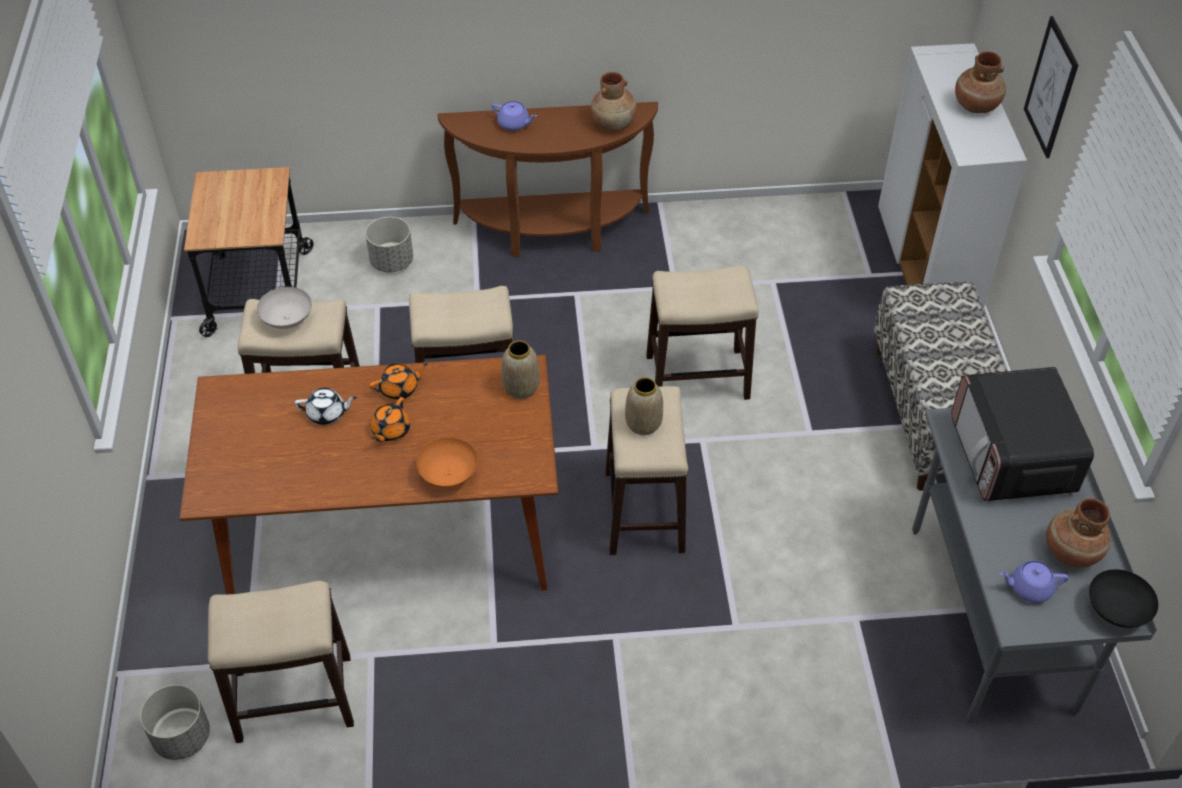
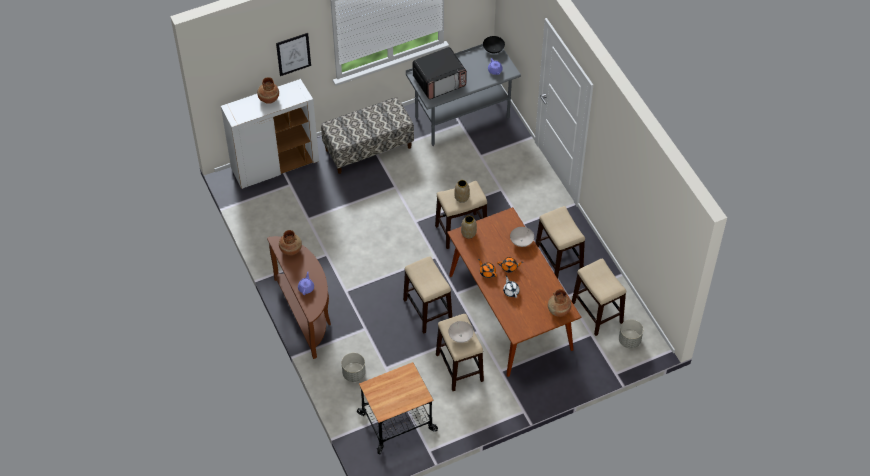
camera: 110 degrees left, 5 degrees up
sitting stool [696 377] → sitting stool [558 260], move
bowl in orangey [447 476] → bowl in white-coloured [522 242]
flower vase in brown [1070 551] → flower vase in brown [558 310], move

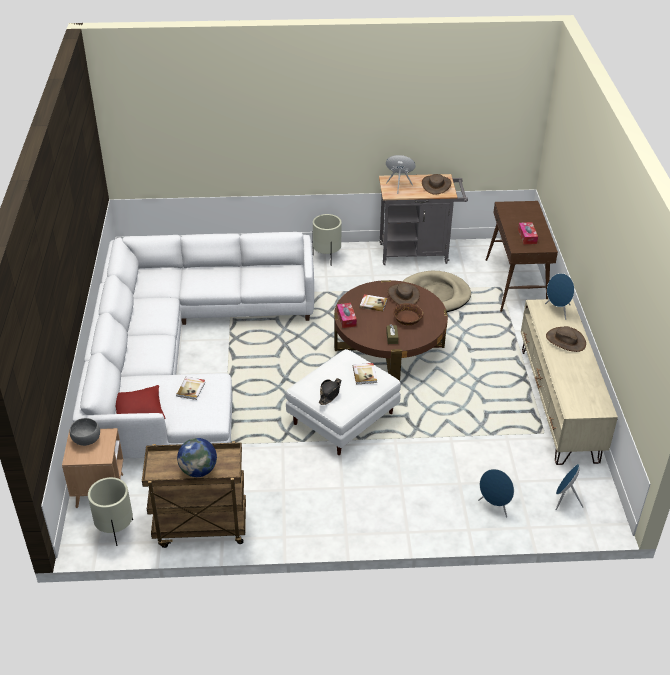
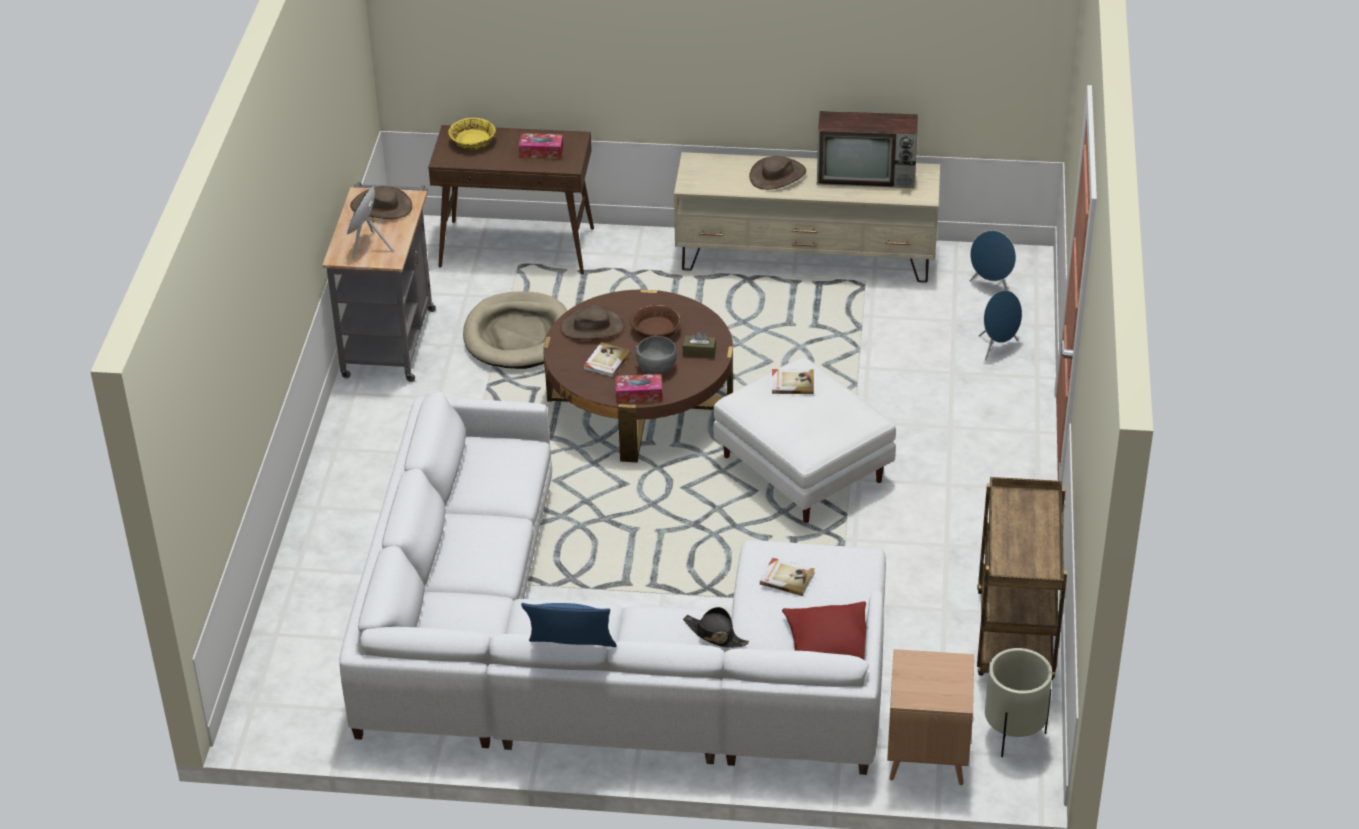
camera: 80 degrees left, 0 degrees up
plant pot in sand-coloured [327 257] → -
audio speaker in bluish [557 310] → -
clothing hat in black [330 393] → clothing hat in black [715 634], move
bowl in gray [87 440] → bowl in gray [656 367], move
globe [198 470] → -
- → TV [868 176]
- → bowl in yellowish [473 141]
- → pillow in bluish [571 652]

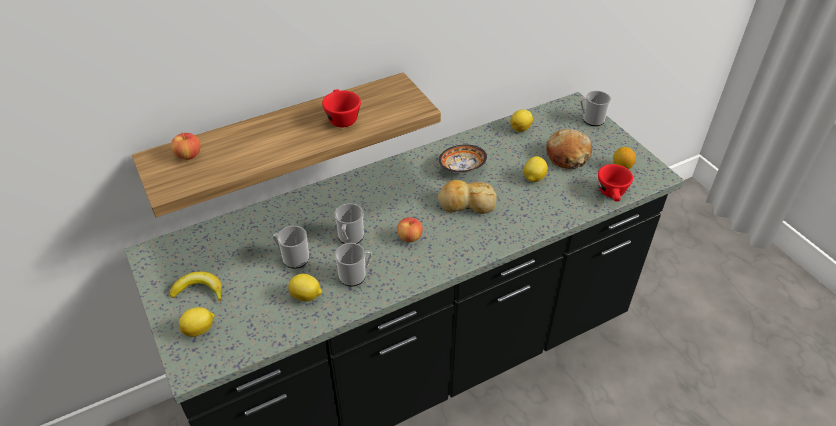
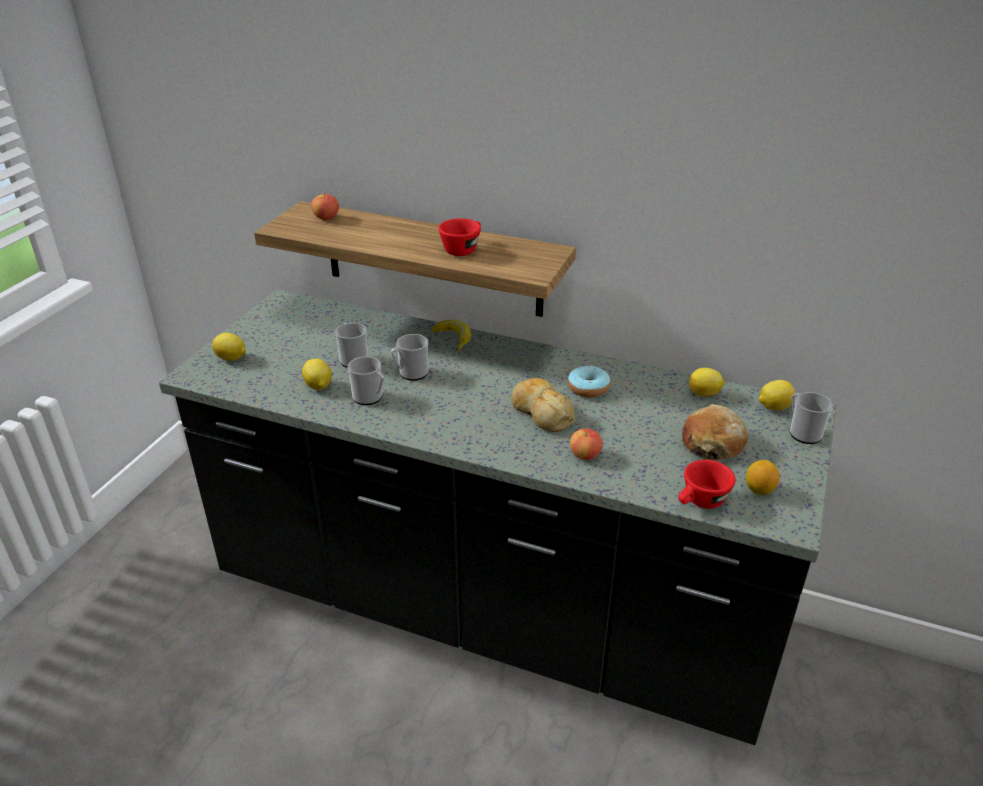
camera: 50 degrees right, 10 degrees down
bowl [463 168] → donut [588 388]
lemon [533 178] → lemon [773 407], move
apple [409 237] → apple [585 455], move
whole banana [199 291] → whole banana [453 338], move

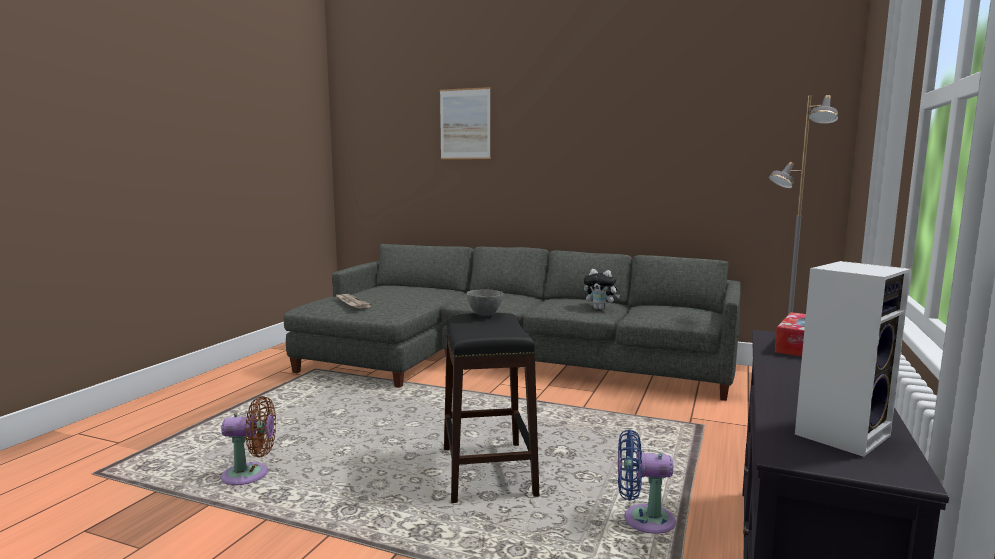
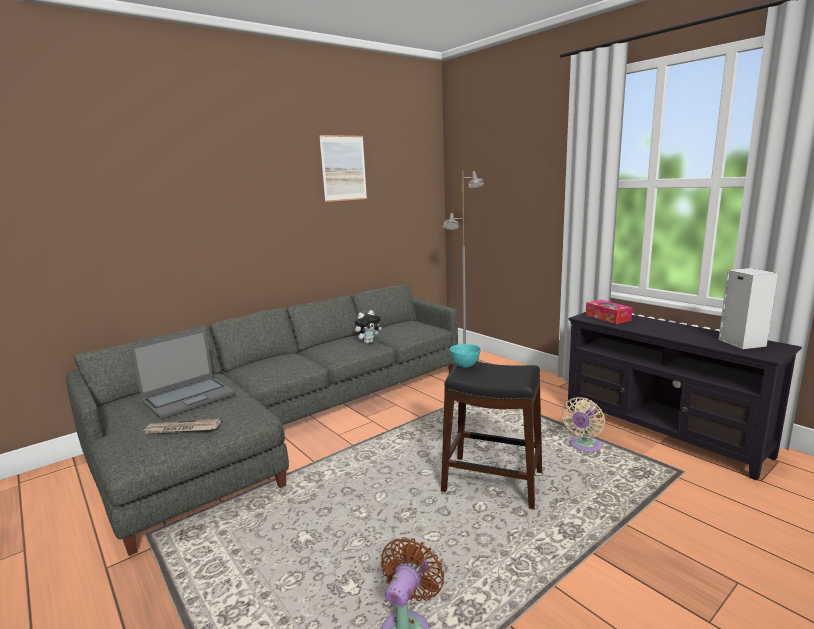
camera: 60 degrees left, 5 degrees up
wall art [465 124] → wall art [343 168], move
bowl in gray [484 314] → bowl in turquoise-coloured [464 366]
fan in bluish [643 520] → fan in sand-coloured [584 446]
- → portable computer [188 398]

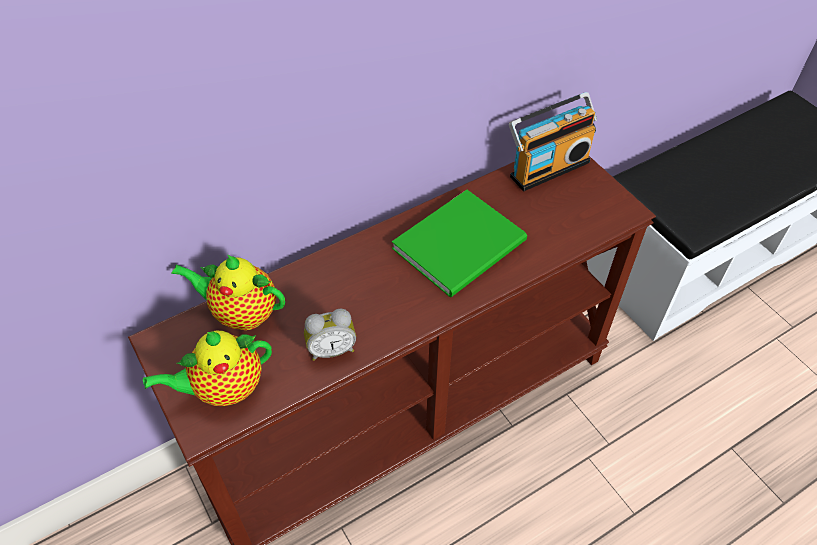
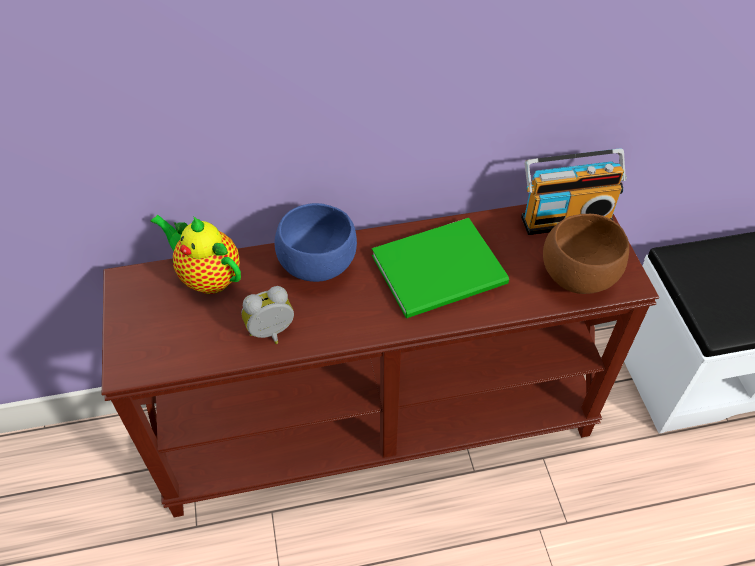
camera: 20 degrees right, 0 degrees up
bedside clock [331 349] → bedside clock [272 334], 150 degrees clockwise
pot for tea [224 389] → -
- → bowl in bluish [318 264]
- → bowl in brown [576 275]

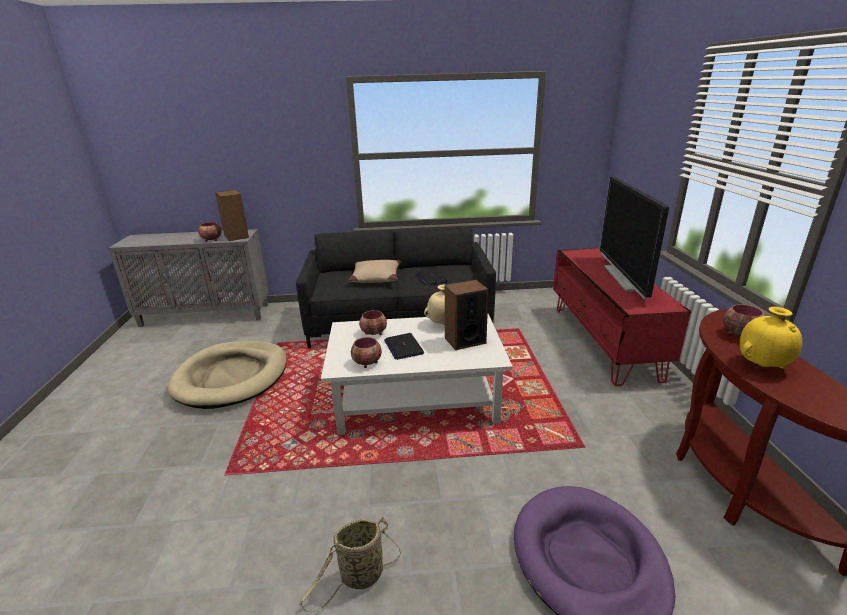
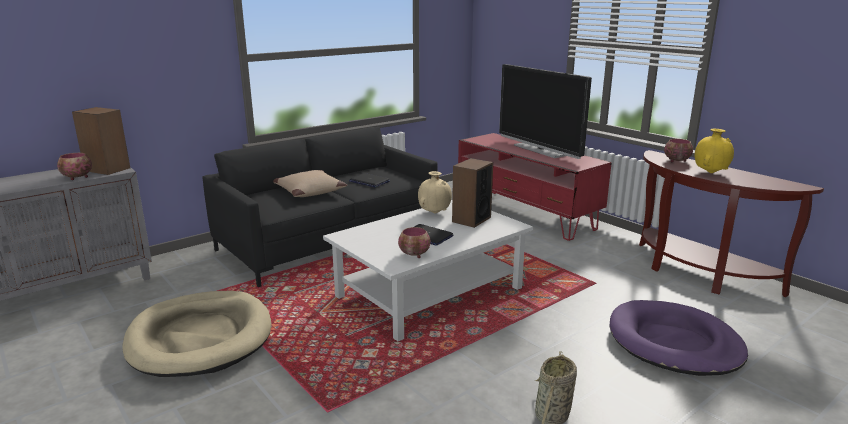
camera: 35 degrees left, 5 degrees down
bowl [374 333] → -

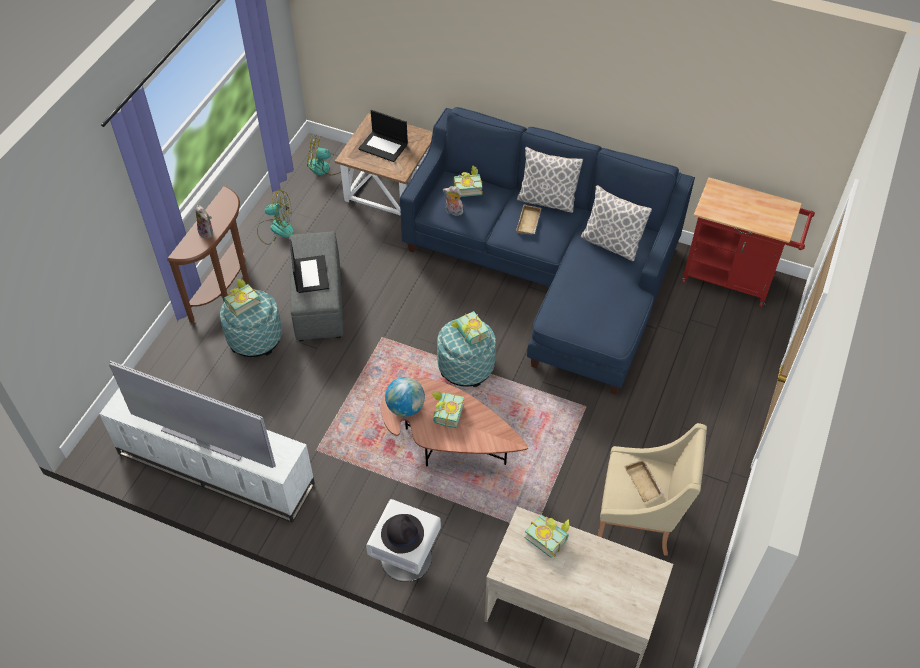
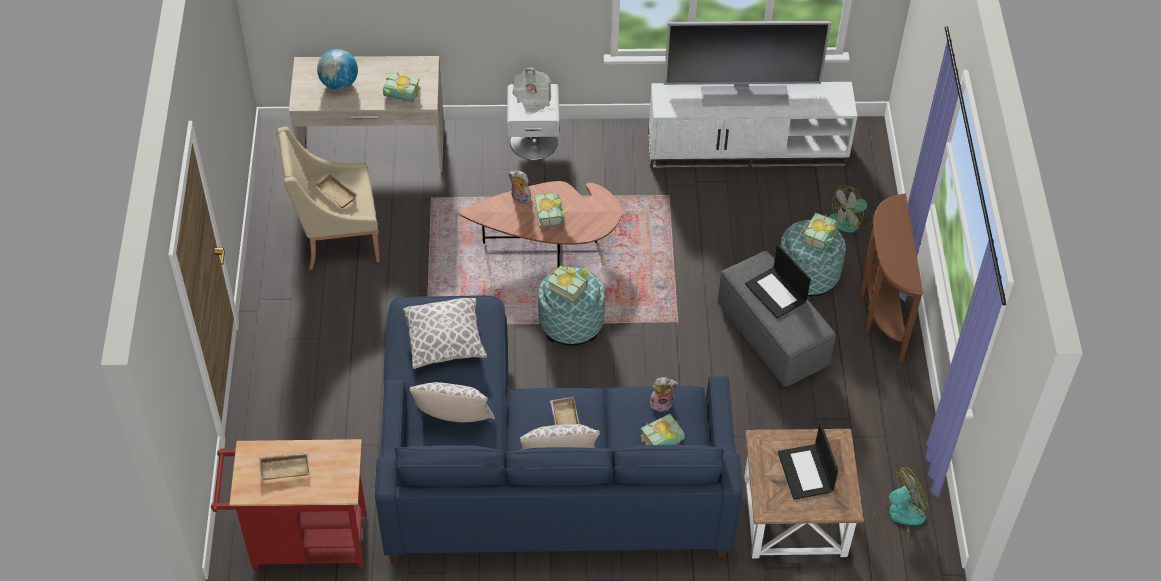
camera: 155 degrees right, 0 degrees up
portable computer [384 146] → portable computer [806 472], 105 degrees counterclockwise
fan [276 229] → fan [851 220], move
soft toy [207 232] → soft toy [519 198], move
globe [405 407] → globe [339 83], move
clothing hat in black [402 533] → printed paper [532 99]
- → pillow [445 342]
- → tray in sand-coloured [285 467]

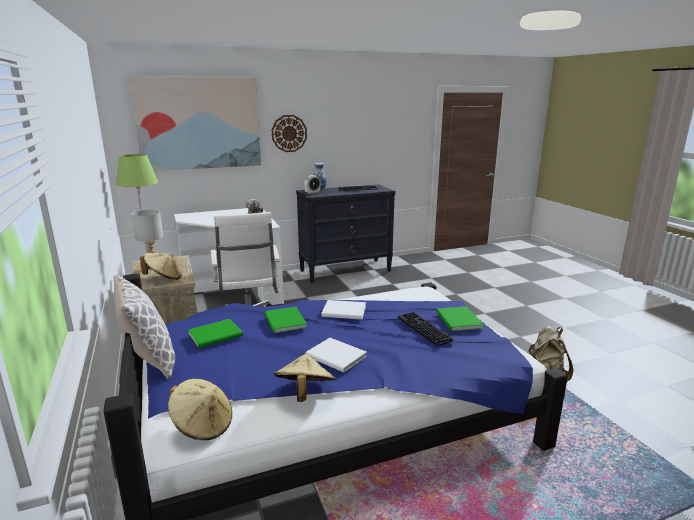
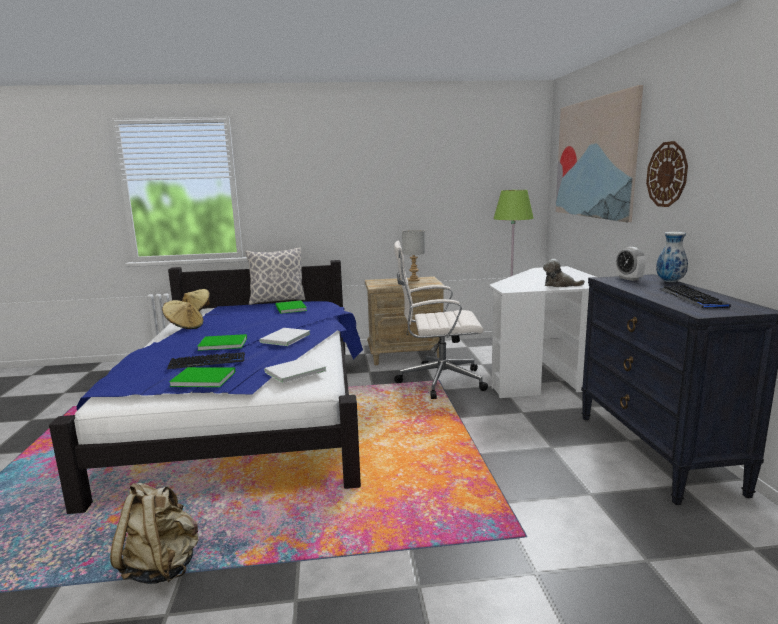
camera: 105 degrees right, 5 degrees down
clothing hat in sand-coloured [164 278] → -
book in green-coloured [284 322] → book in green-coloured [222 343], move
book in white-coloured [336 357] → book in white-coloured [293 371], move

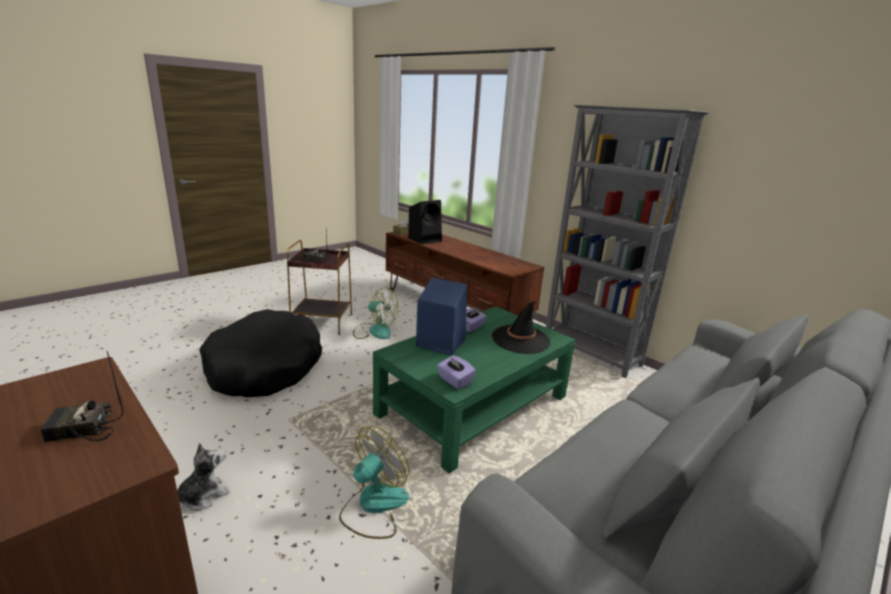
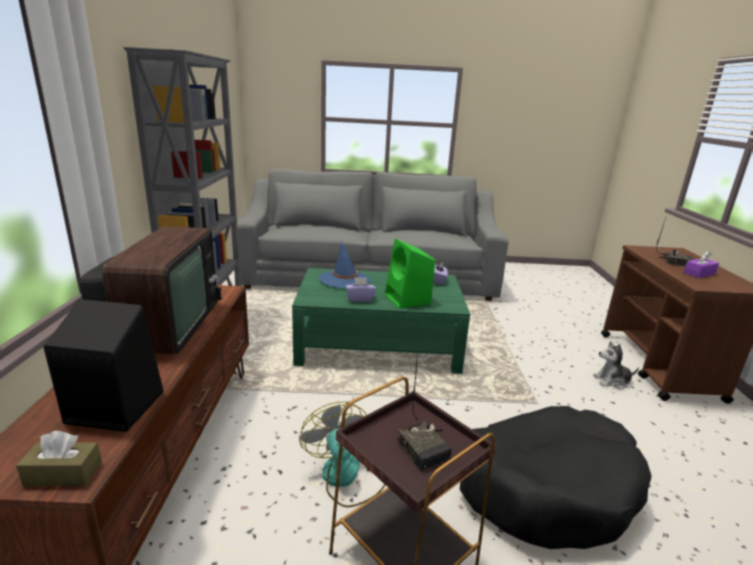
camera: 135 degrees left, 0 degrees up
audio speaker in bluish [439 343] → audio speaker in green-coloured [408 299]
clothing hat in black [520 339] → clothing hat in bluish [344 280]
fan [374 506] → -
- → TV [164 326]
- → tissue holder in purple-coloured [699 273]

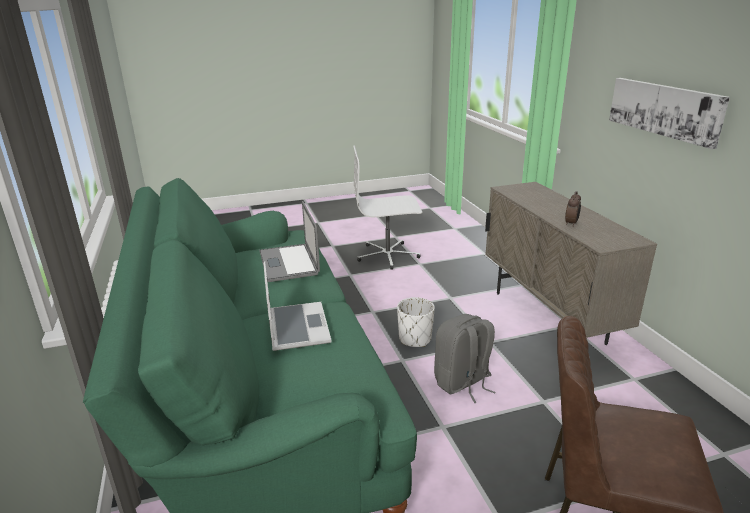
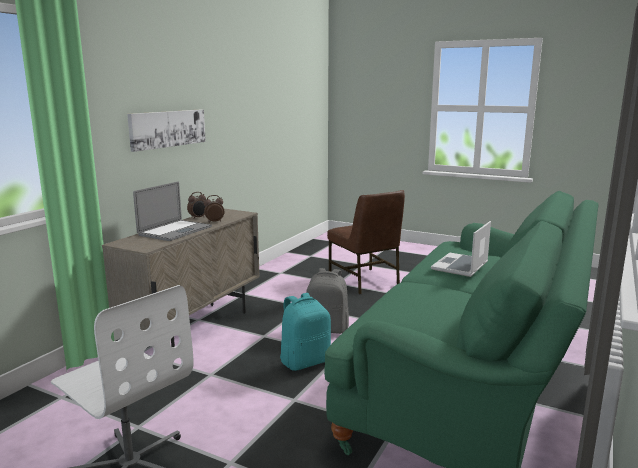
camera: 135 degrees left, 10 degrees down
portable computer [289 262] → portable computer [175 231], move
plant pot in white-coloured [415 339] → rucksack in turquoise-coloured [305 361]
- → bedside clock [198 218]

